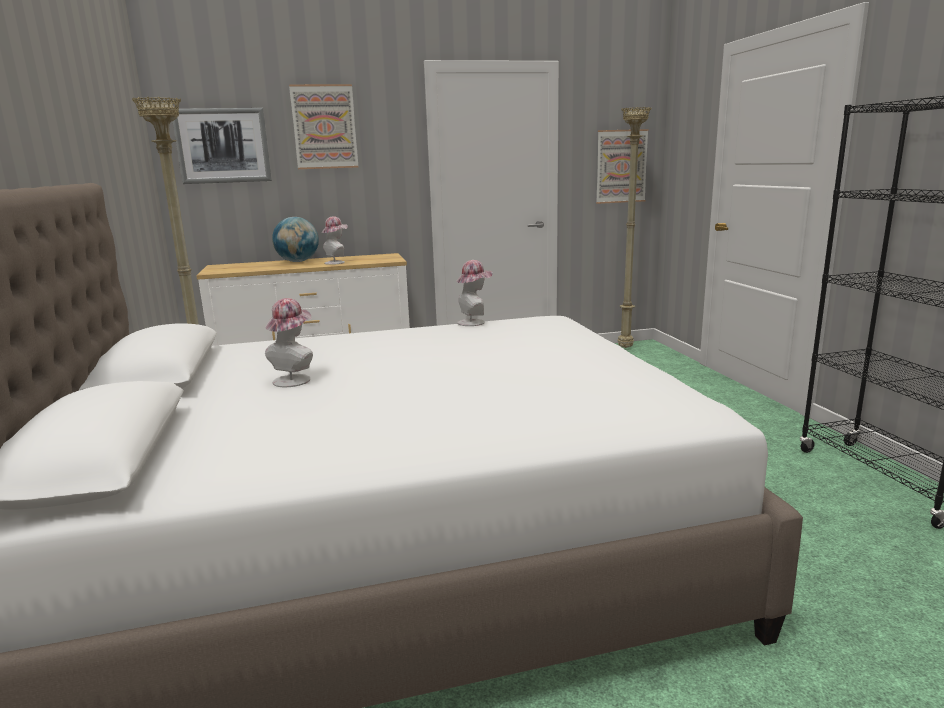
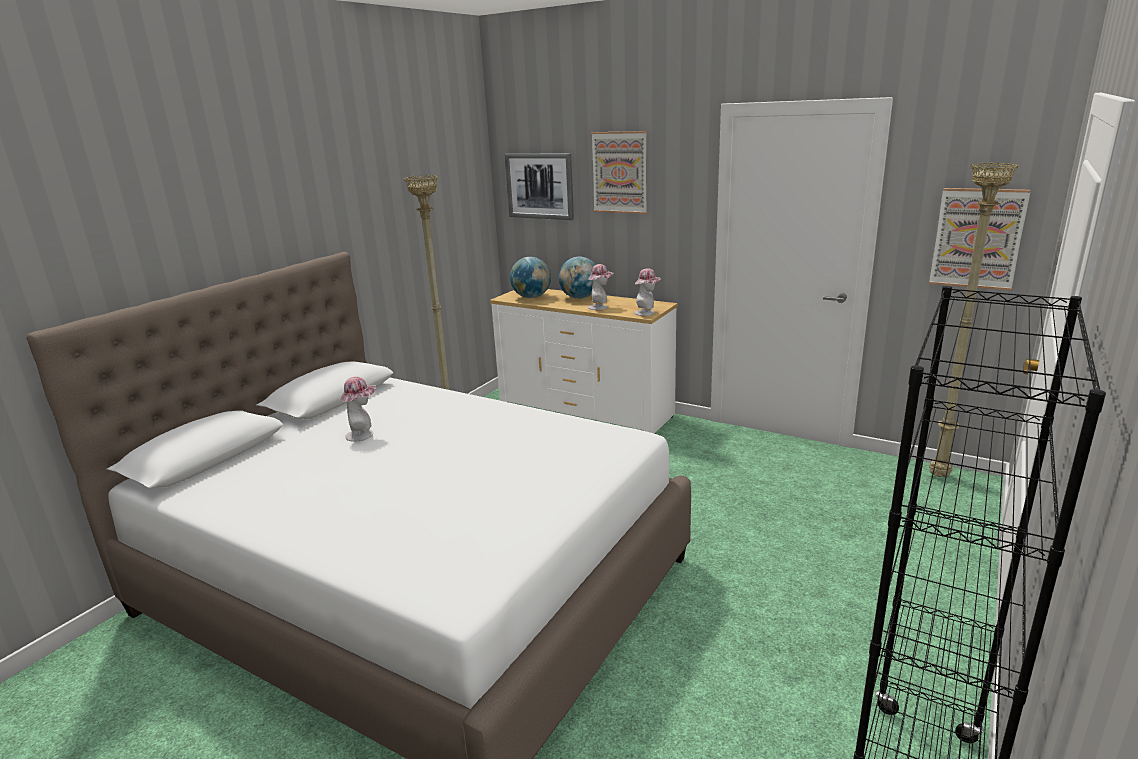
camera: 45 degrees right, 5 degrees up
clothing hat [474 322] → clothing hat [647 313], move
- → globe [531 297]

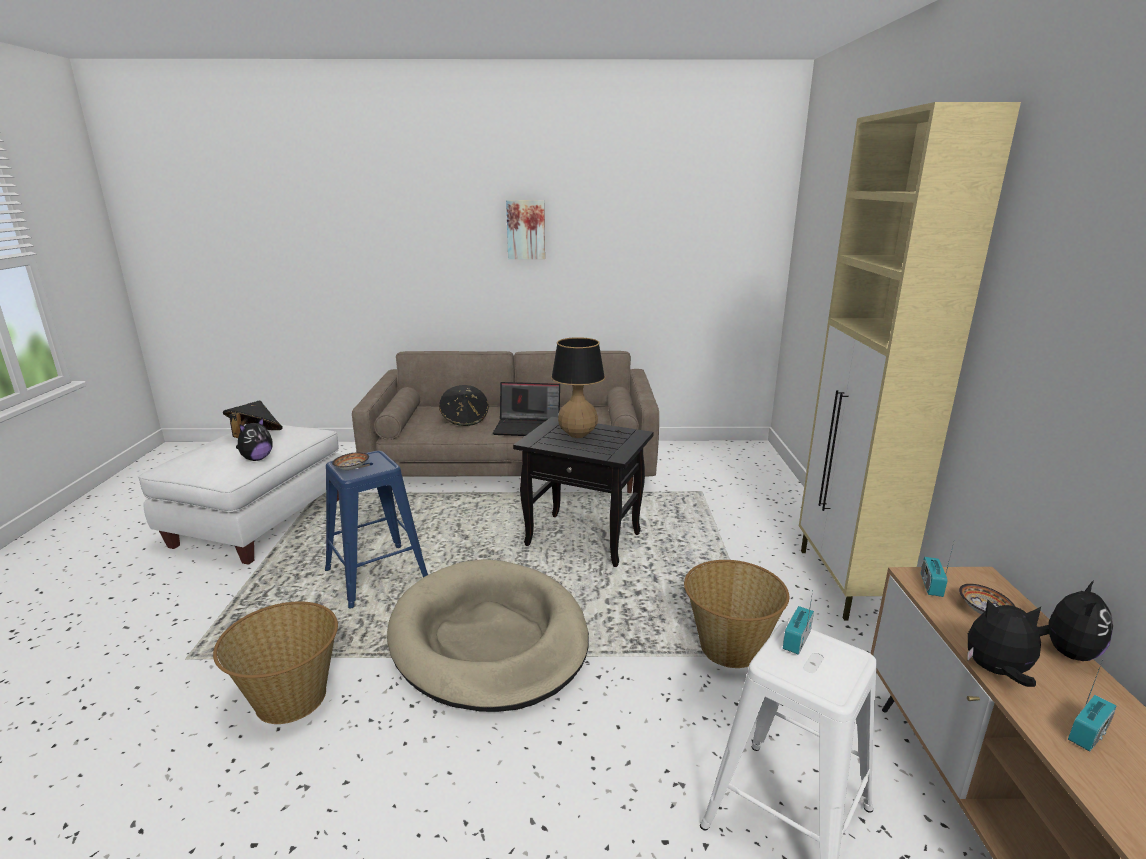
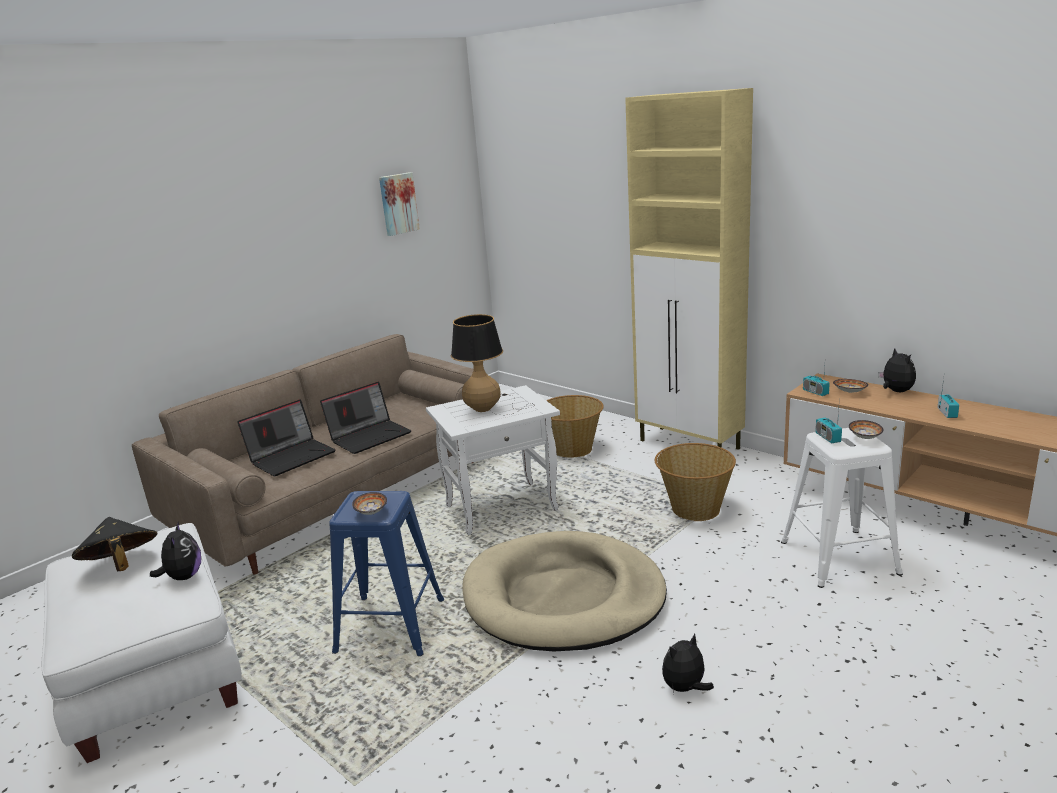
camera: 45 degrees left, 0 degrees up
wall art [526 229] → wall art [398 203], move
clothing hat in black [465 419] → portable computer [292 456]
side table in black [585 539] → side table in white-coloured [502 507]
soft toy [996 672] → soft toy [685 688], move
household basket [290 699] → household basket [572 449], move
- → bowl [865 437]

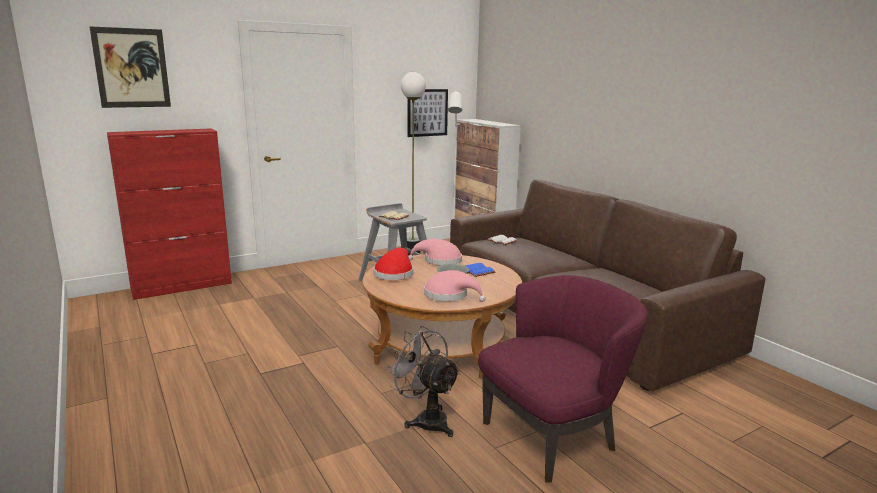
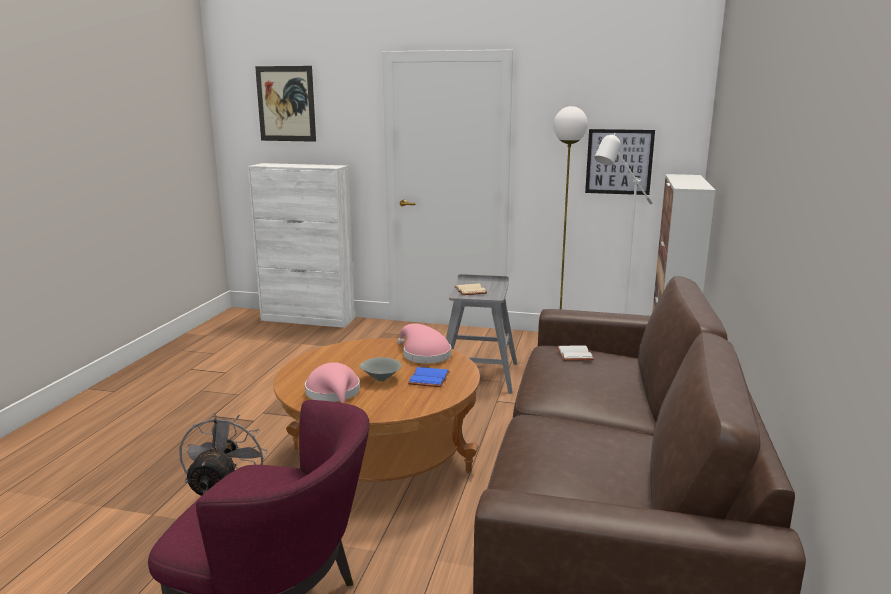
camera: 45 degrees right, 0 degrees up
cupboard in red [182 286] → cupboard in white-coloured [308 319]
clothing hat in red [394 273] → -

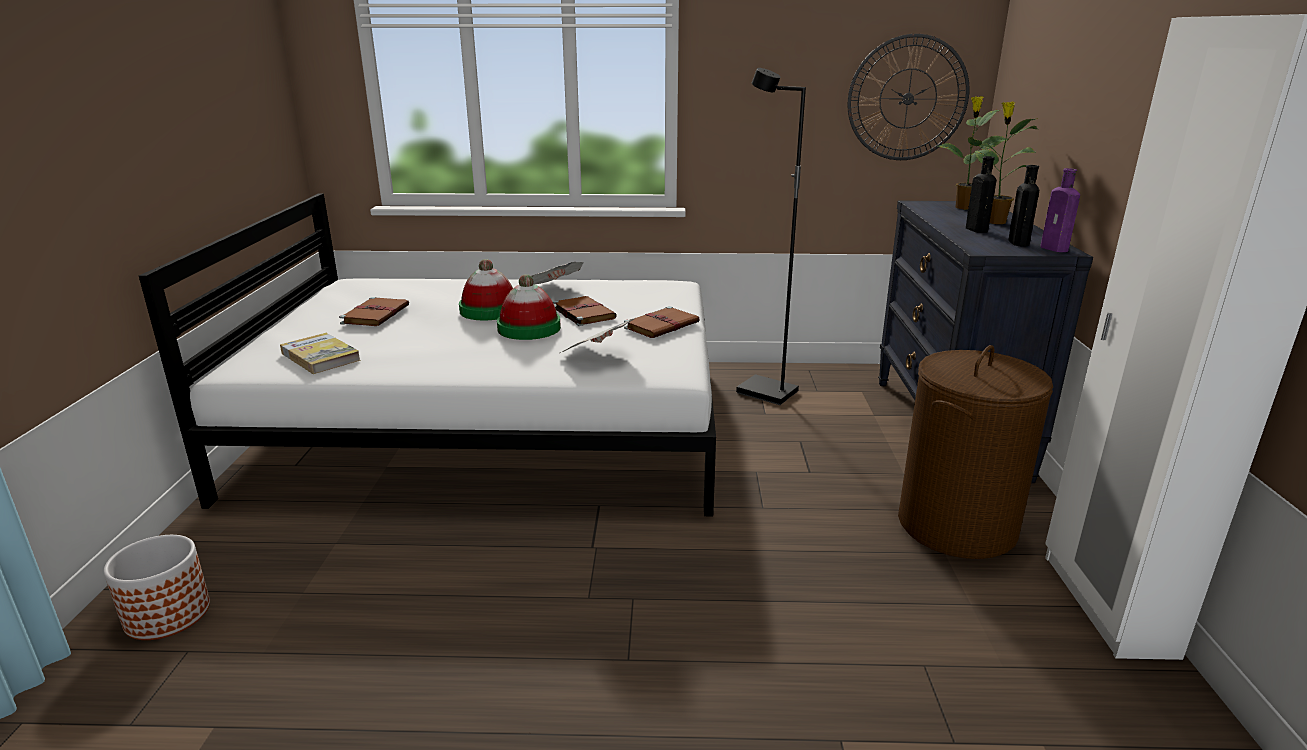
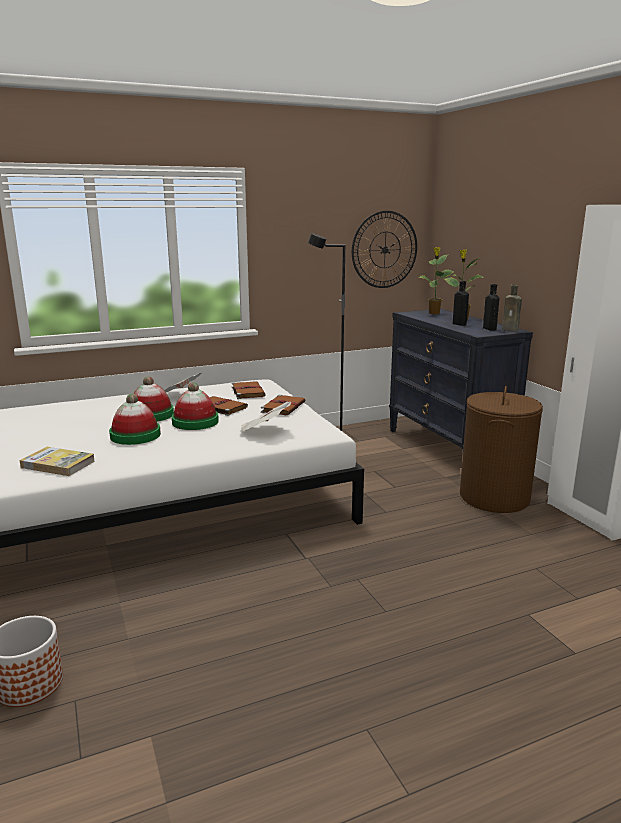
camera: 25 degrees left, 5 degrees down
drink bottle in purple-coloured [1055 249] → drink bottle in brown [511 330]
book in brown [376 314] → book in brown [247 391], move
- → clothing hat [135 435]

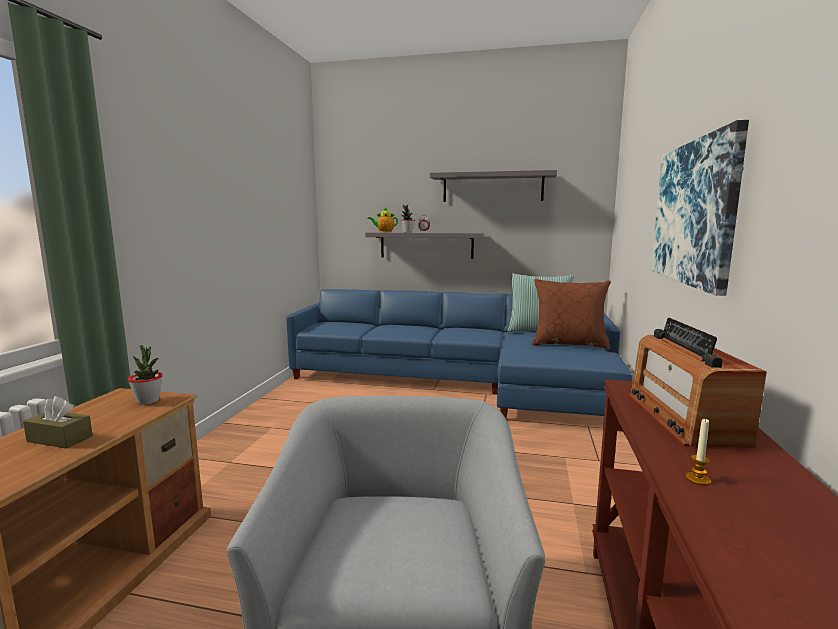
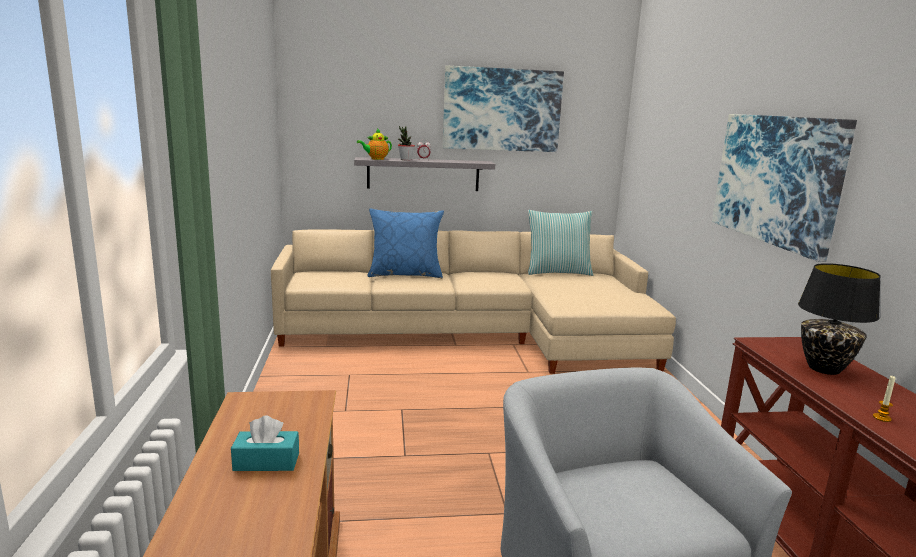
camera: 20 degrees left, 5 degrees up
shelf in gray [492 187] → wall art [502 110]
pillow in brown [569 344] → -
settee in bluish [463 382] → settee in sand-coloured [480 333]
radio set [683 418] → tabletop lamp in black [825 369]
plant in a pot [148 401] → -
tissue holder in brown [60 439] → tissue holder in turquoise-coloured [266 462]
- → pillow in bluish [405 274]

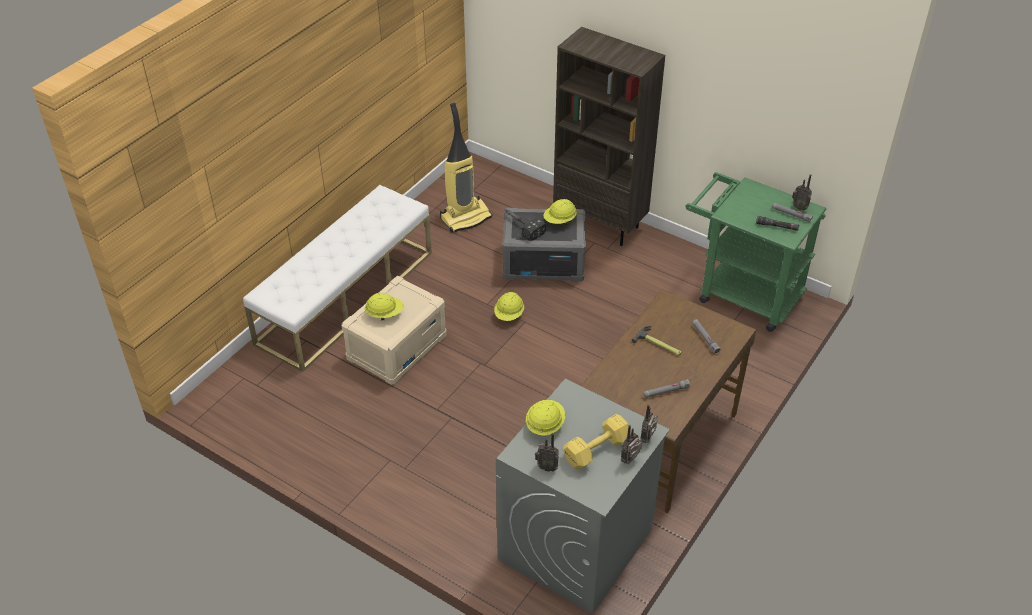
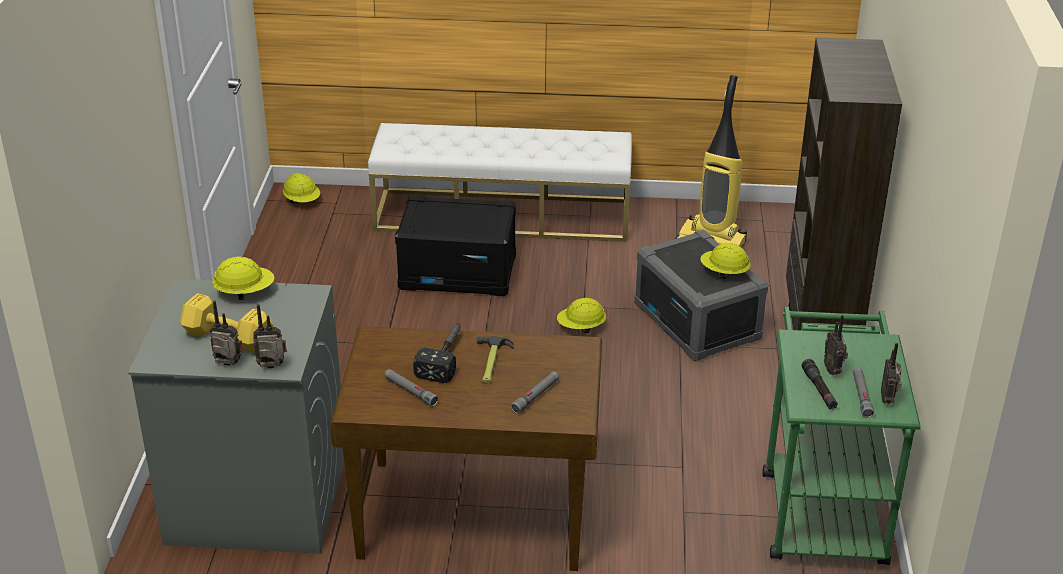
camera: 60 degrees right, 10 degrees down
hand hammer [521 225] → hand hammer [445 356], move
storage bin in sand-coloured [397 347] → storage bin in black [458 272]
work helmet in yellowish [384 314] → work helmet in yellowish [302 201], move
radio set [546 467] → radio set [833 370], move

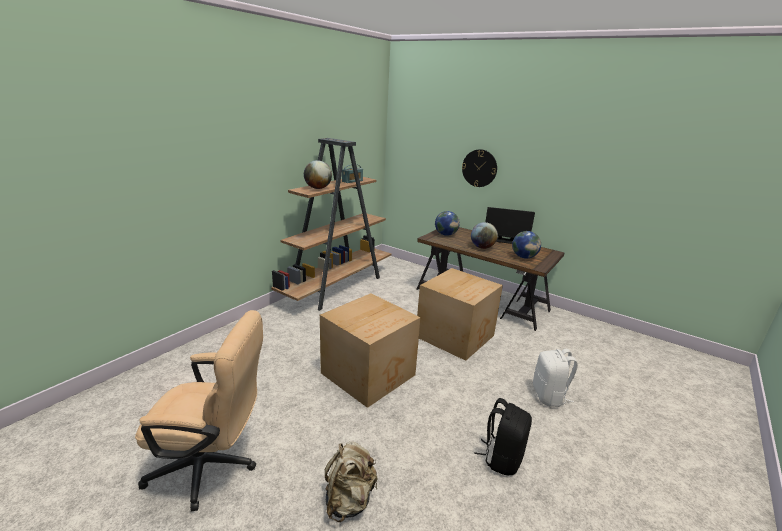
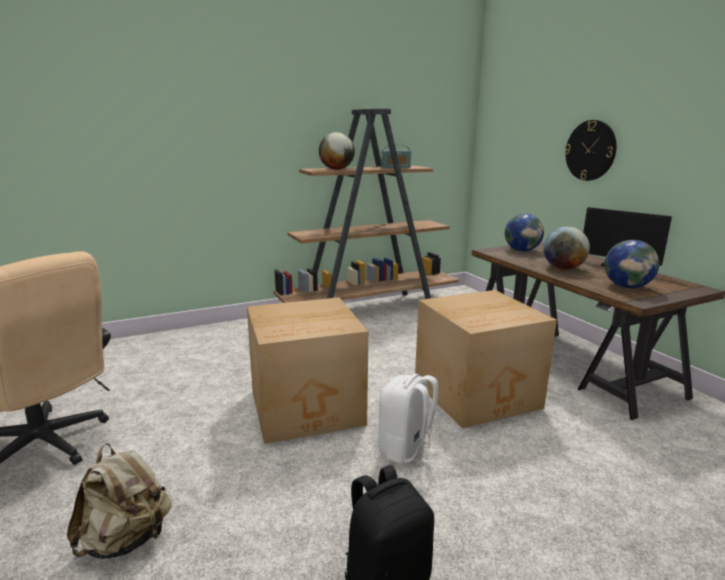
camera: 30 degrees right, 5 degrees down
rucksack in white-coloured [549 396] → rucksack in white-coloured [406 450], move

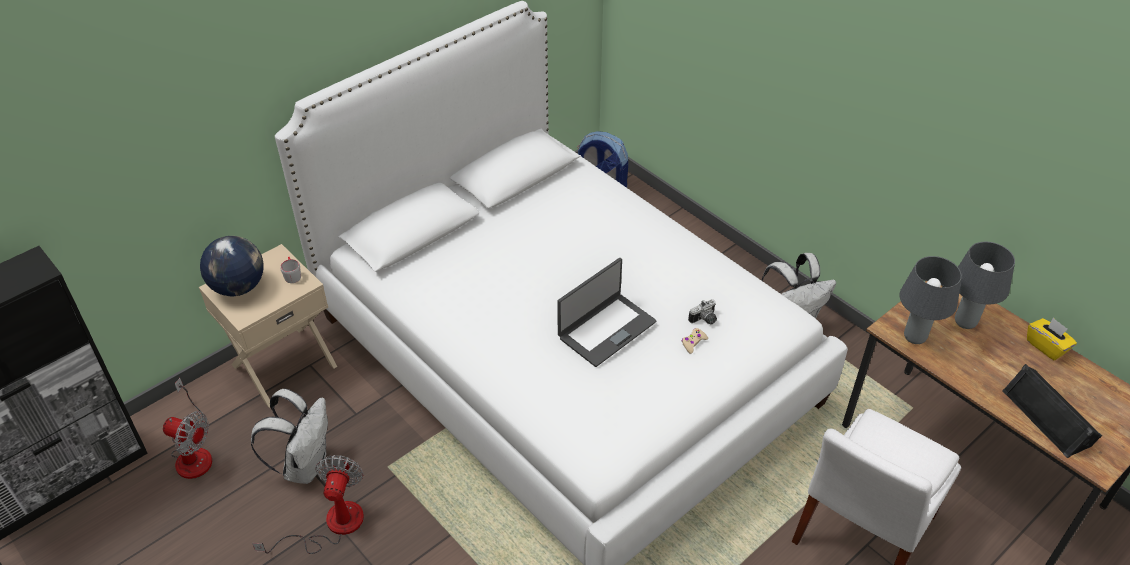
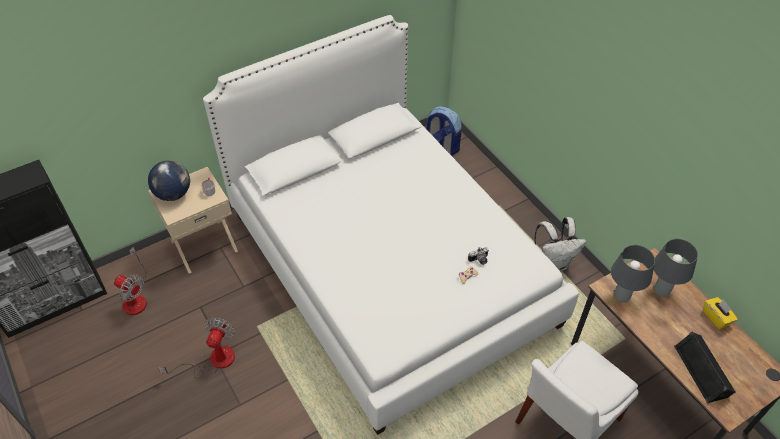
camera: 10 degrees right, 5 degrees up
portable computer [606 329] → -
rucksack in white-coloured [305 464] → -

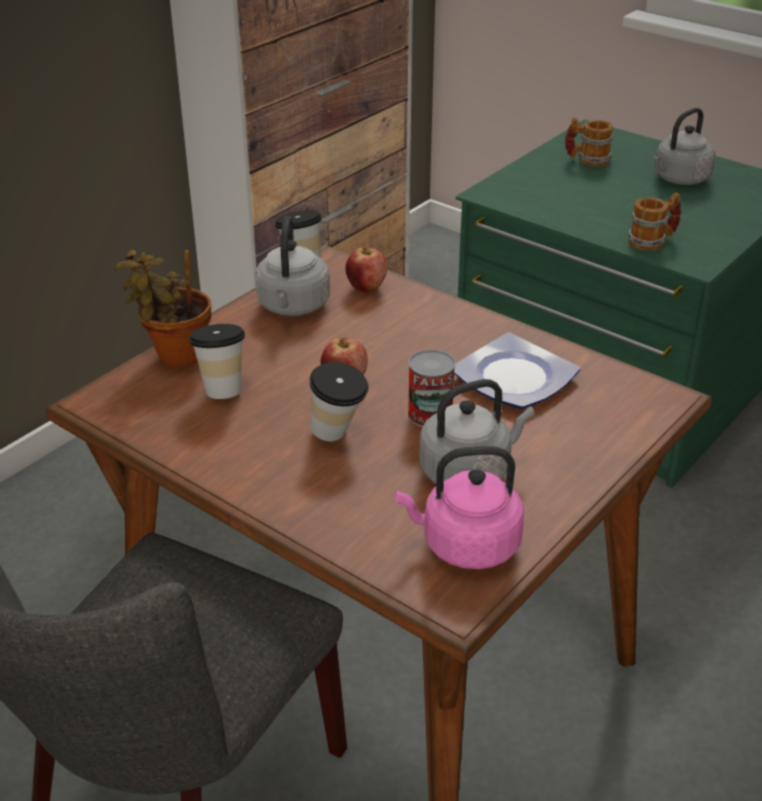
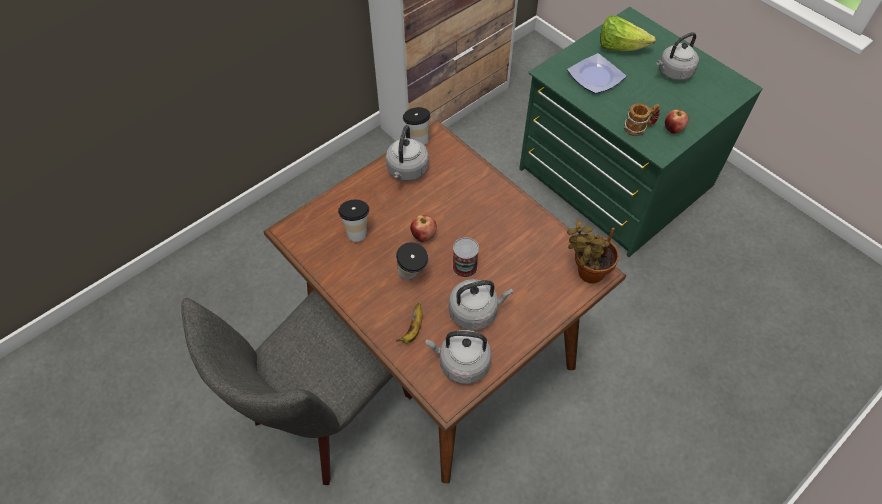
camera: 10 degrees right, 20 degrees up
mug [587 160] → head of lettuce [619 47]
apple [366 288] → apple [673 129], move
plant in a pot [174 355] → plant in a pot [587 272], move
dinner plate [511 378] → dinner plate [594 77], move
kettle in pink [465 546] → kettle in gray [461 363]
- → whole banana [413 329]

